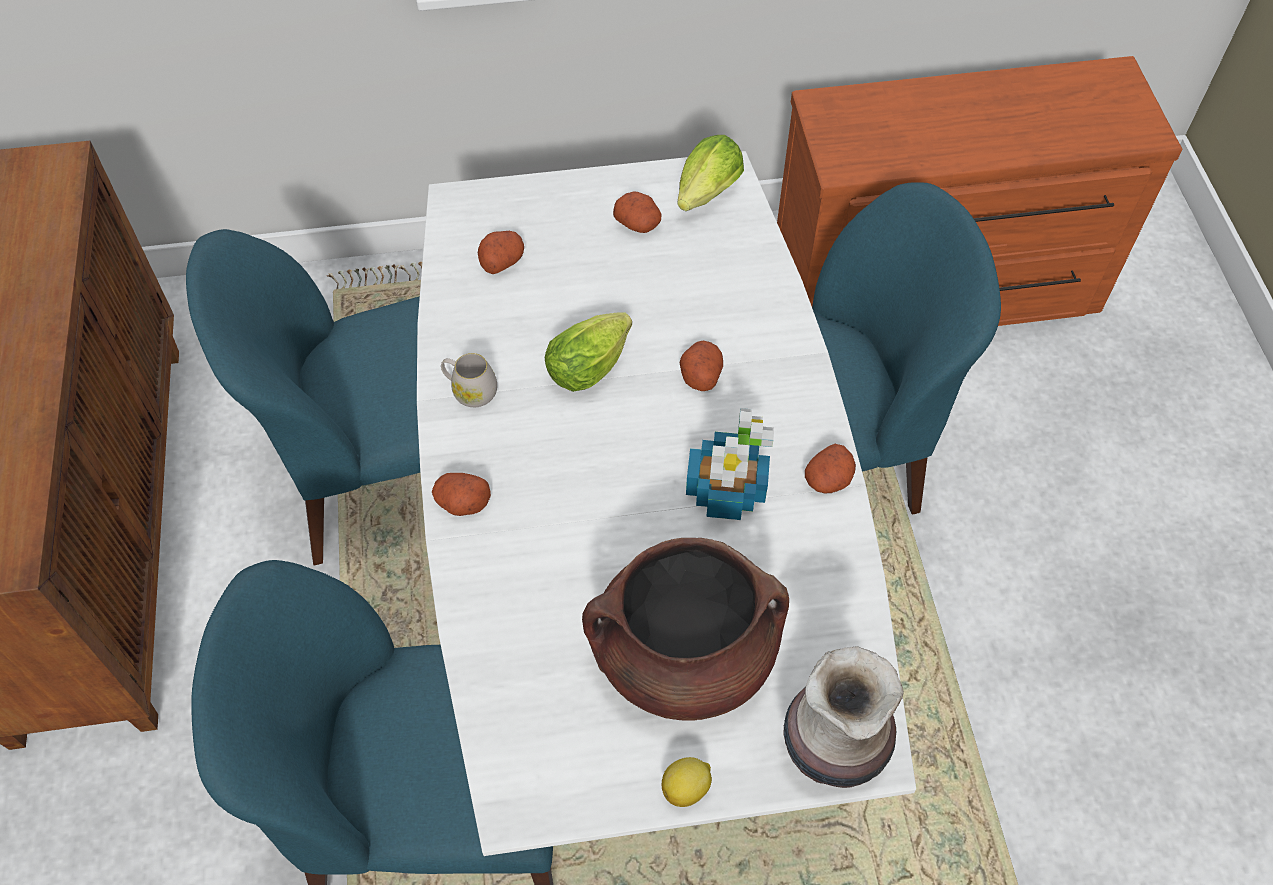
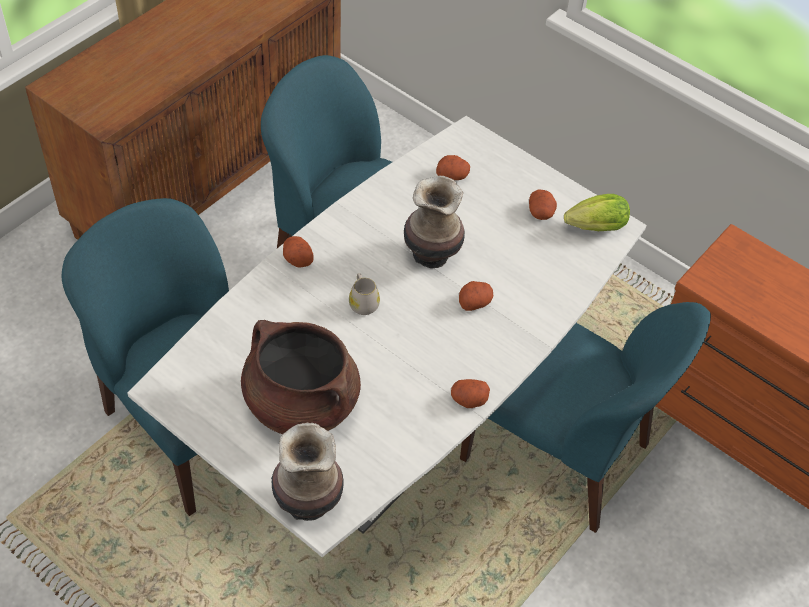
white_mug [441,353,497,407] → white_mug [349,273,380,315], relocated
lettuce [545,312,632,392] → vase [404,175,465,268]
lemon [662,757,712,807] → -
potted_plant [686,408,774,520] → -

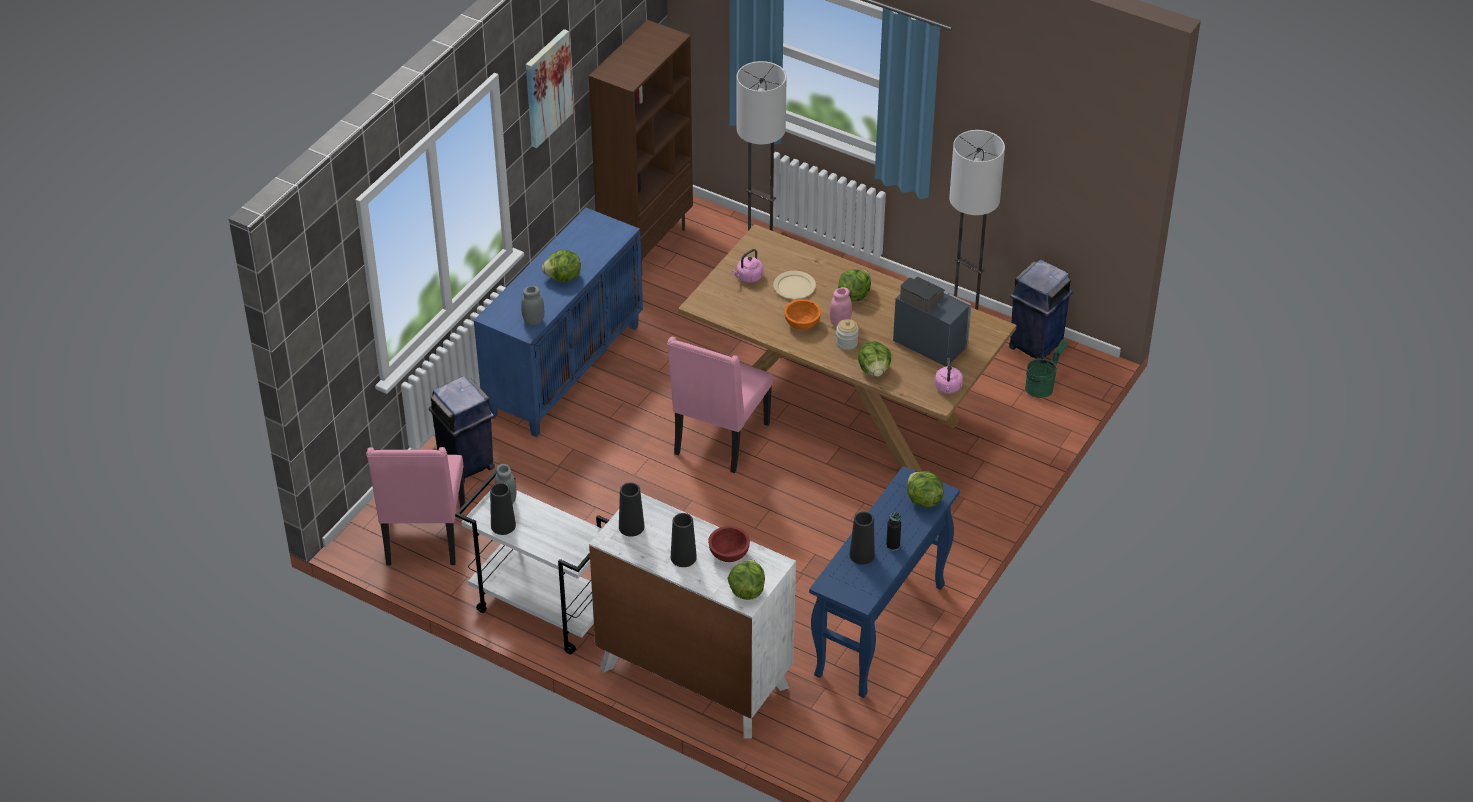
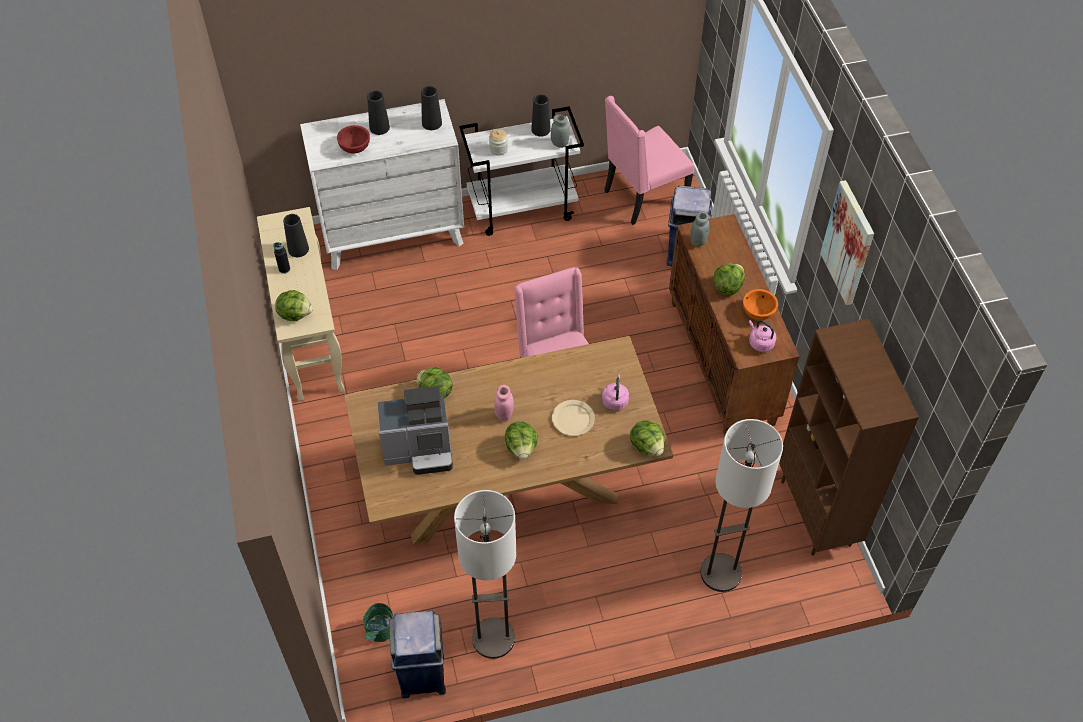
pink_chair [366,447,465,565] → pink_chair [604,96,695,225], 75 degrees counterclockwise
blue_cabinet [474,207,643,437] → brown_cabinet [669,214,800,435]
lettuce [727,560,765,600] → lettuce [630,420,665,456], relocated
orange_bowl [784,299,821,330] → orange_bowl [743,289,778,320], relocated
blue_console_table [809,466,960,698] → beige_console_table [257,207,345,401]
jar [836,319,859,350] → jar [489,129,508,156], relocated
pink_kettle [935,358,963,394] → pink_kettle [749,320,776,352], relocated

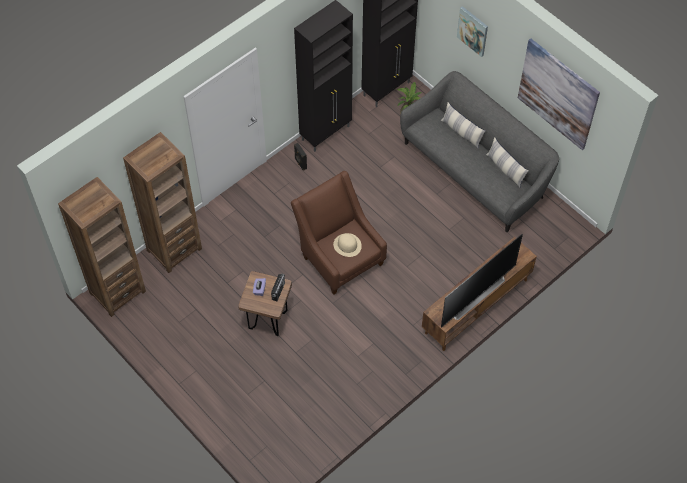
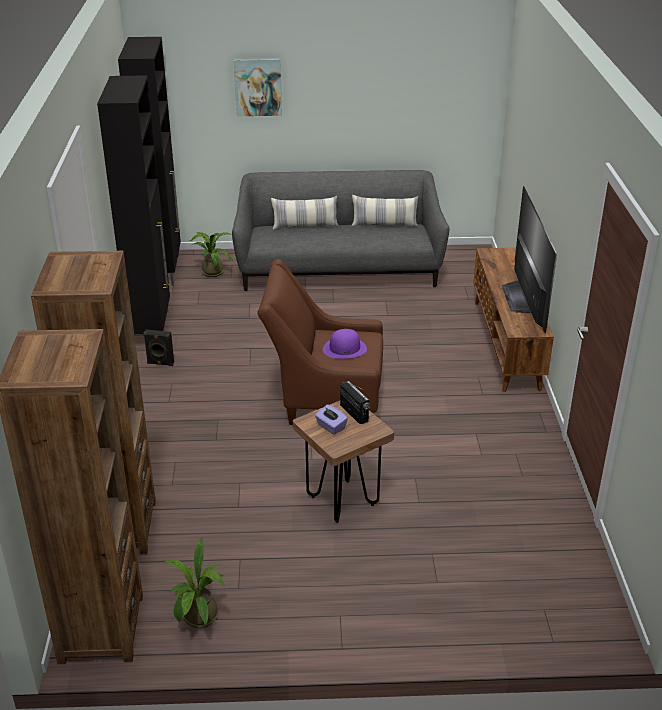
beige_hat [333,233,362,257] → purple_hat [323,329,367,359]
picture [518,39,600,150] → -
- → potted_plant [164,538,225,628]

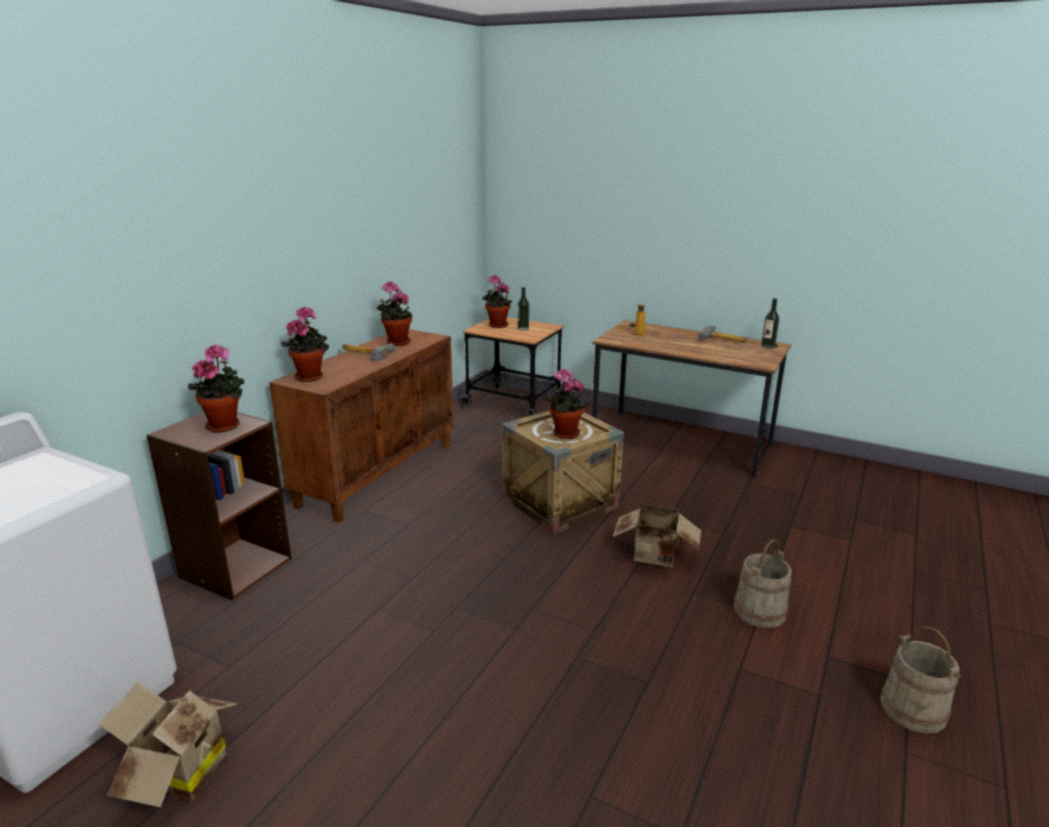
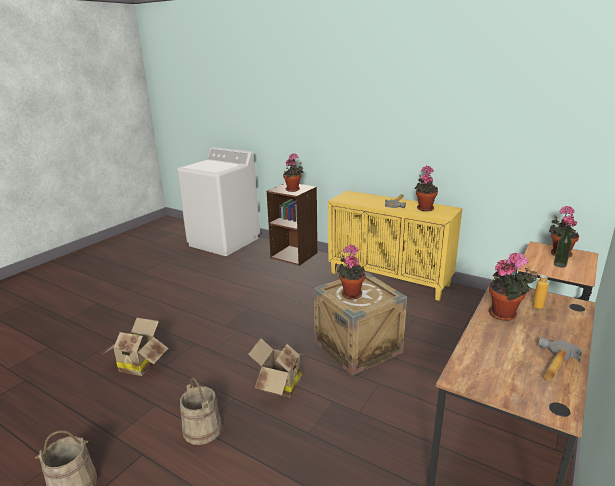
cardboard_box [98,682,238,807] → cardboard_box [102,318,168,376], relocated
brown_cabinet [269,329,454,523] → yellow_cabinet [328,191,462,301]
potted_plant [281,306,329,382] → potted_plant [489,253,534,321], relocated
bottle [761,298,779,349] → -

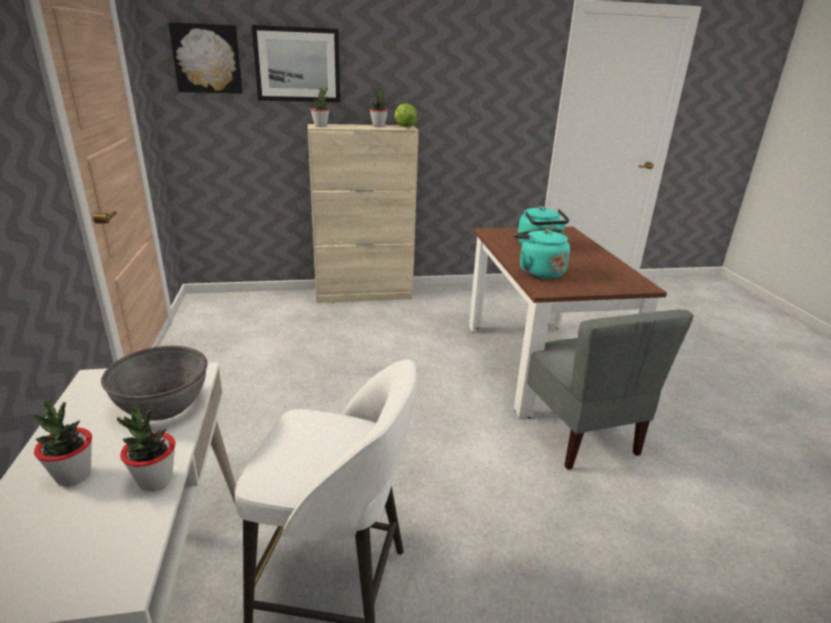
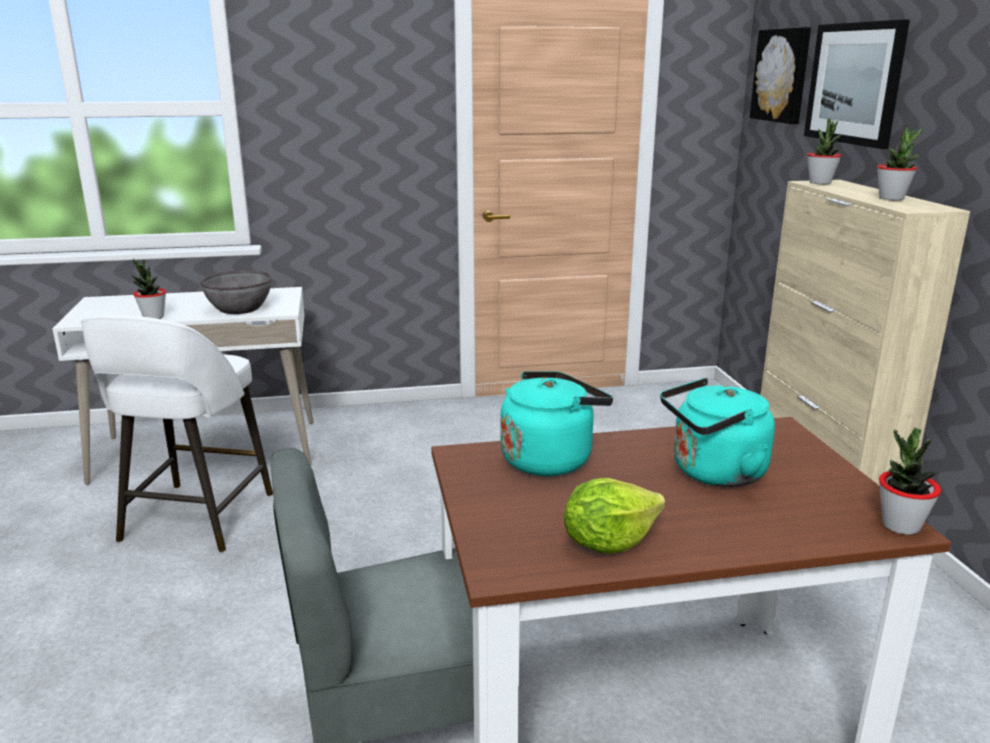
potted_plant [34,400,92,487] → potted_plant [879,428,941,535], relocated
lettuce [394,103,417,127] → lettuce [564,478,665,553], relocated

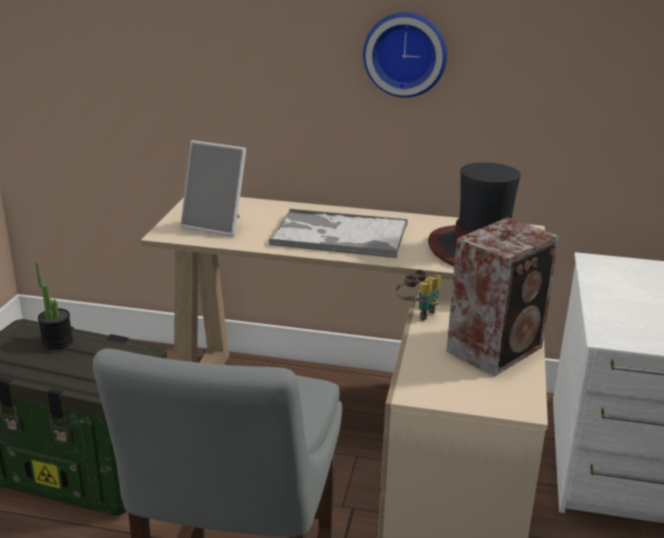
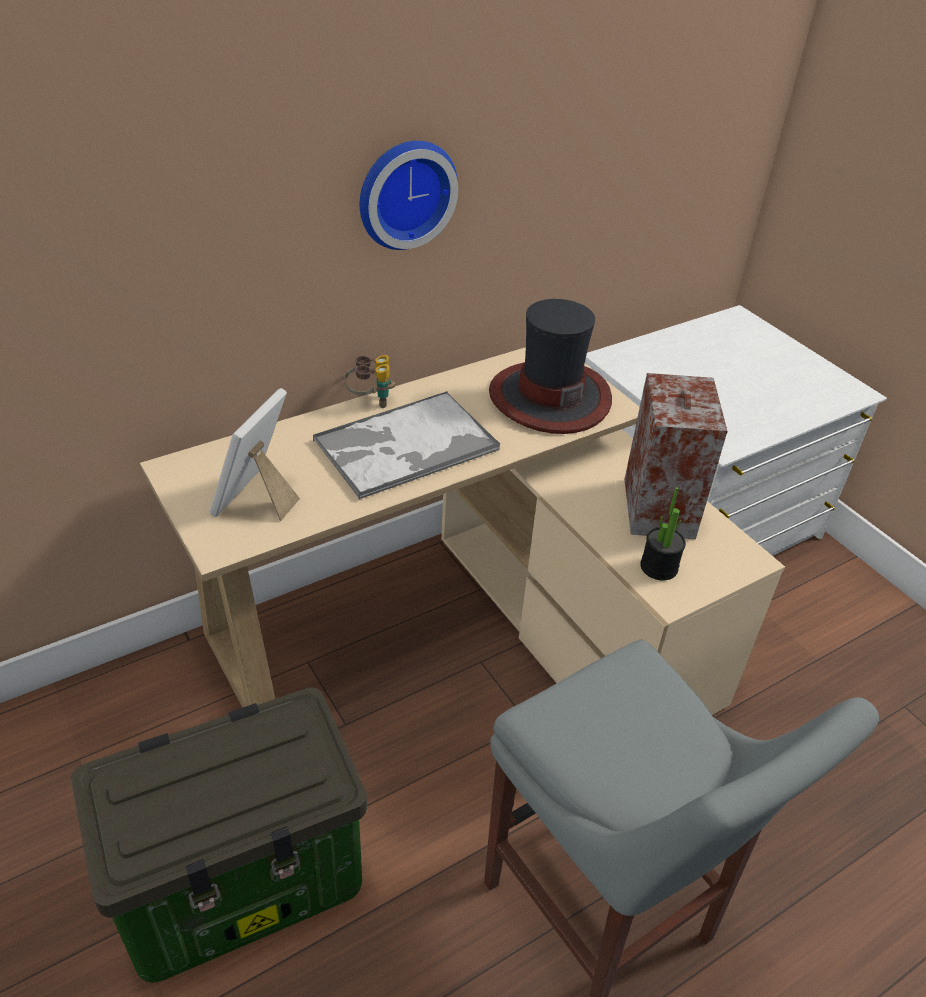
potted_plant [35,262,73,349] → potted_plant [640,487,686,581], relocated
picture_frame [180,140,246,237] → picture_frame [210,388,300,521], 135 degrees clockwise
binoculars [396,270,441,321] → binoculars [344,355,395,408], relocated

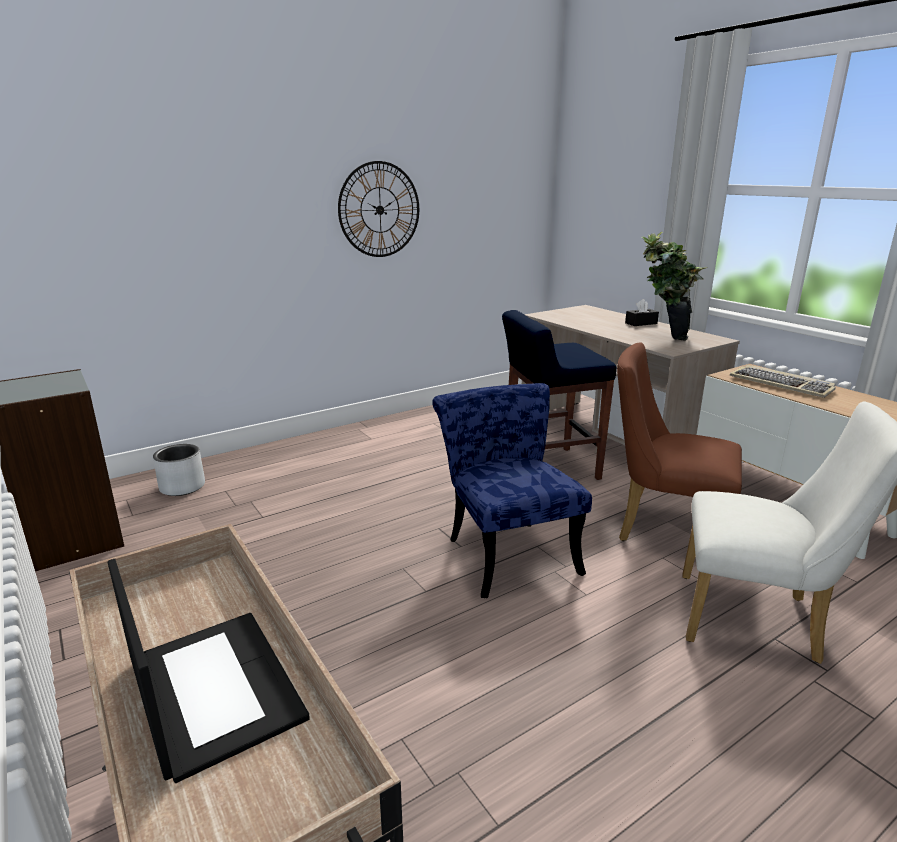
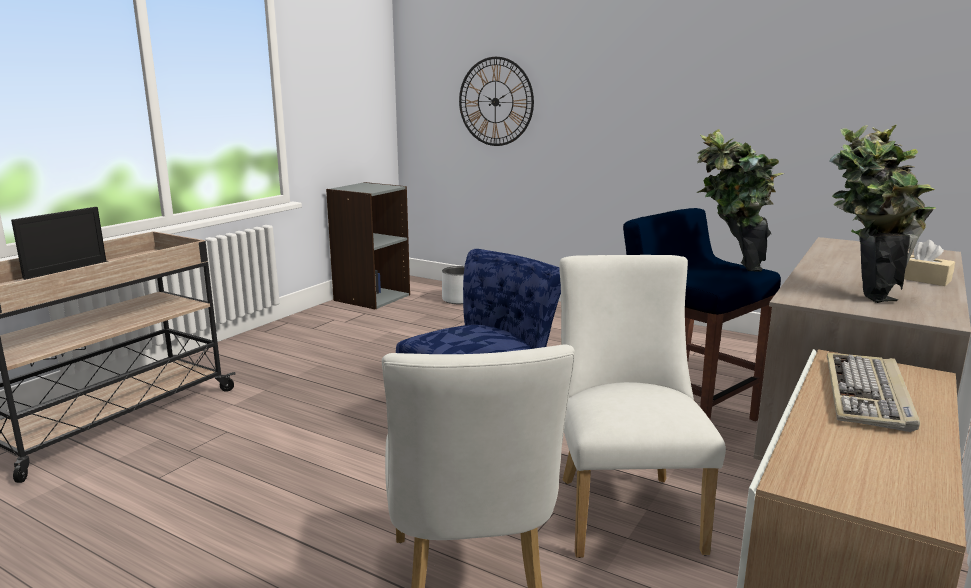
wall_clock [338,161,419,257] → wall_clock [459,57,534,146], relocated
brown_chair [617,342,742,541] → white_chair [559,255,726,558]
black_tissue_box [625,299,659,326] → beige_tissue_box [904,240,955,286]
- → potted_plant [697,129,784,271]

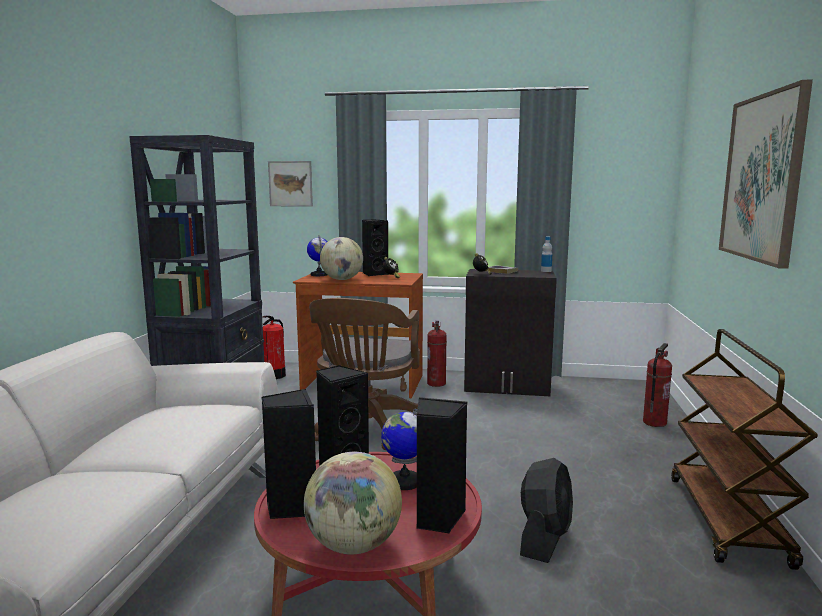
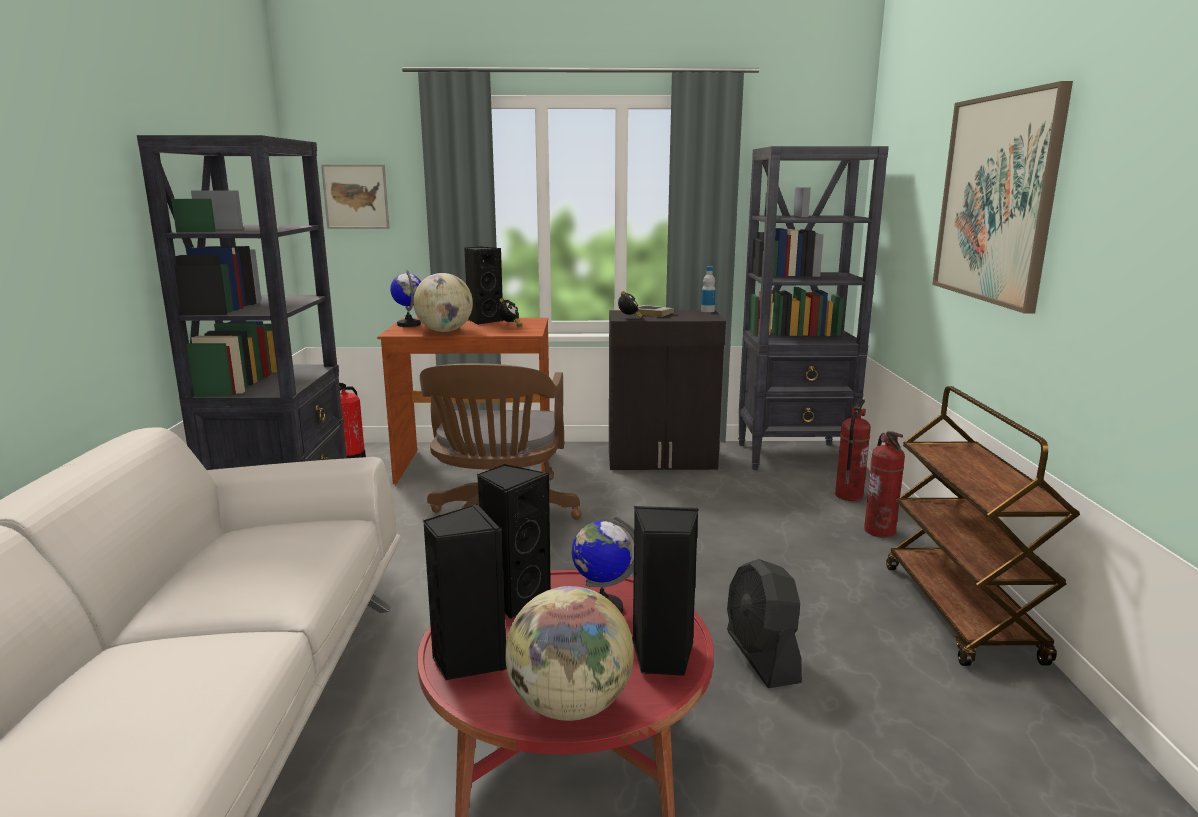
fire_extinguisher [427,321,447,387] → fire_extinguisher [864,431,905,537], relocated
black_fan [520,458,573,563] → black_fan [727,559,802,688], 150 degrees clockwise
- → black_bookcase [738,146,889,470]

